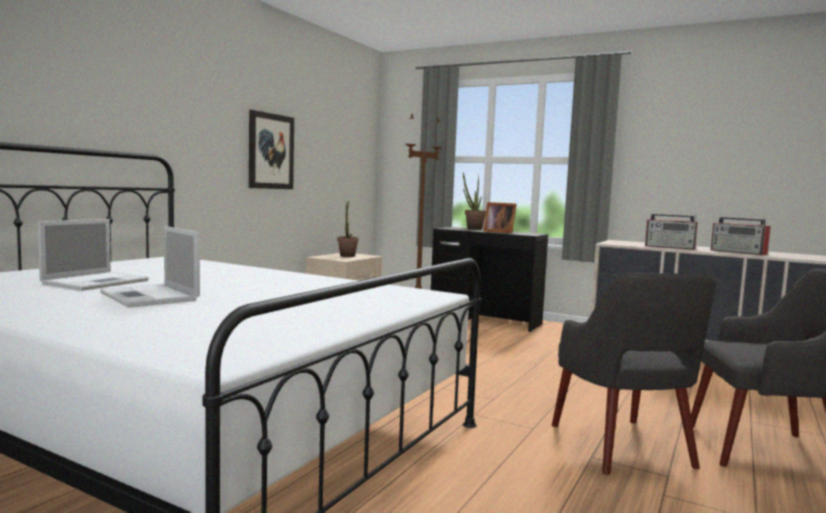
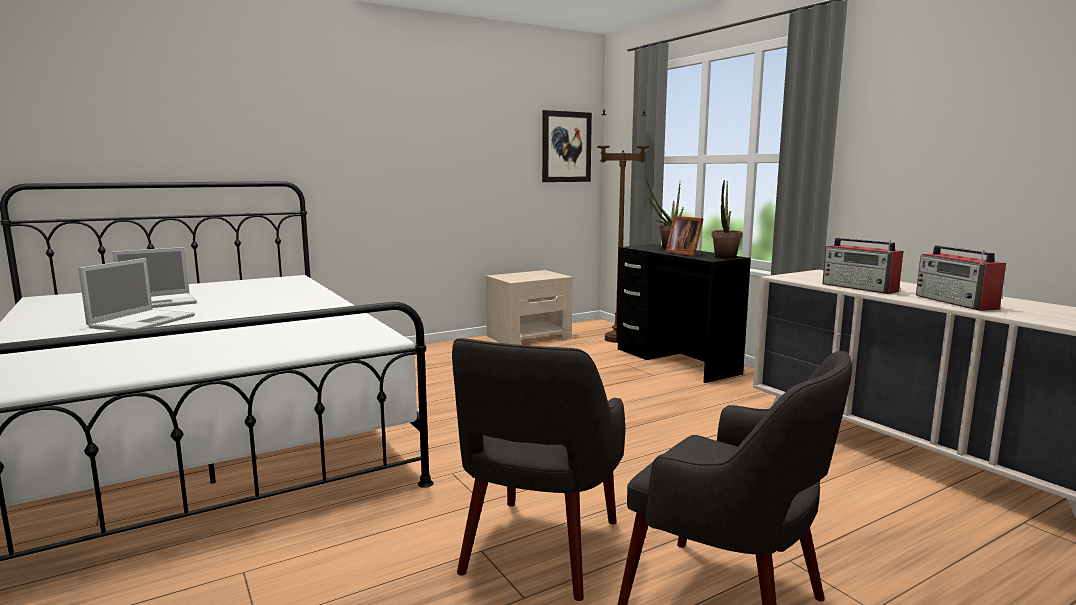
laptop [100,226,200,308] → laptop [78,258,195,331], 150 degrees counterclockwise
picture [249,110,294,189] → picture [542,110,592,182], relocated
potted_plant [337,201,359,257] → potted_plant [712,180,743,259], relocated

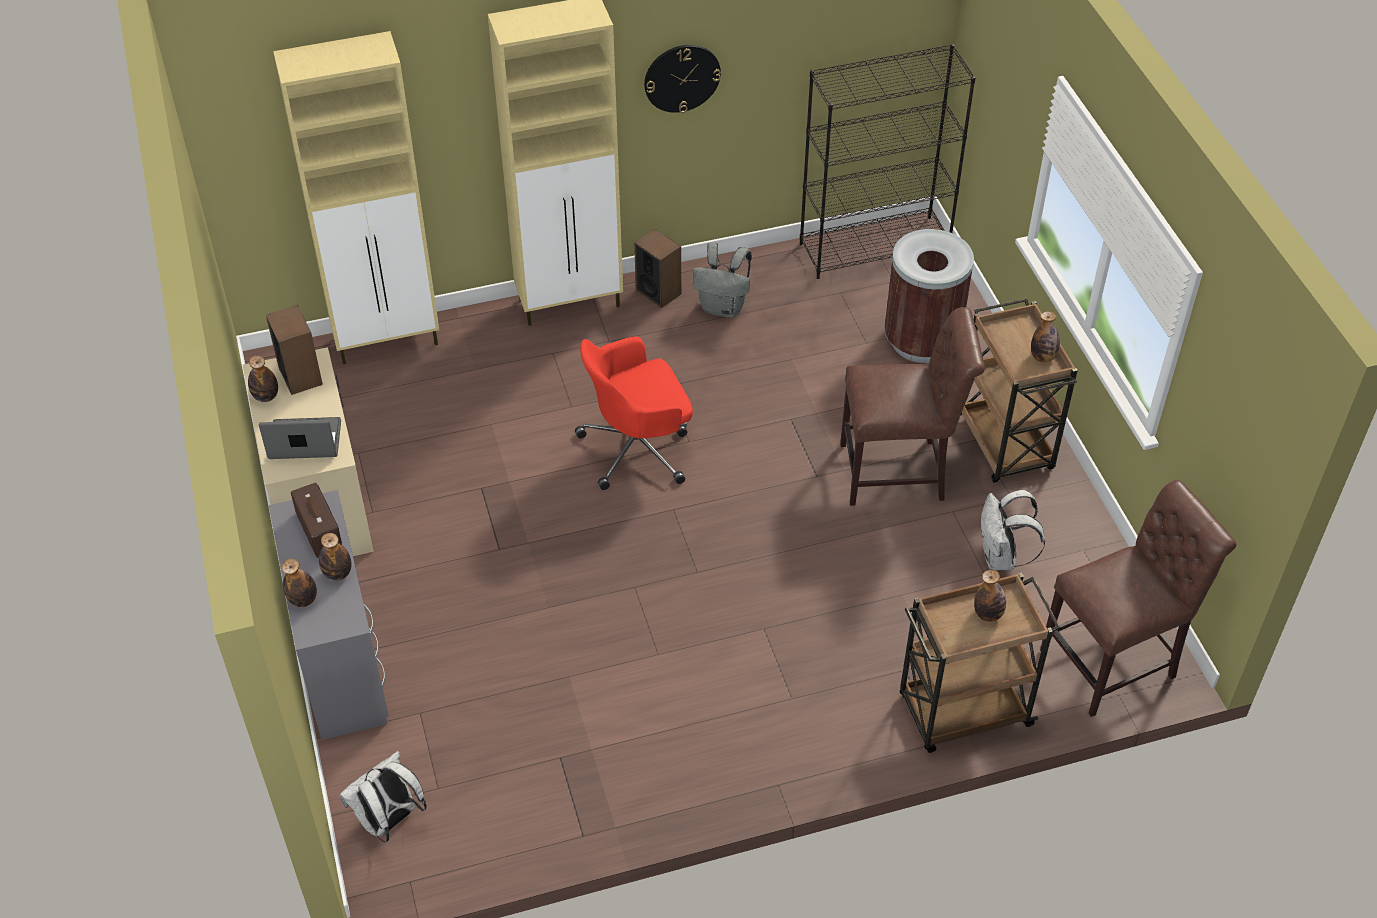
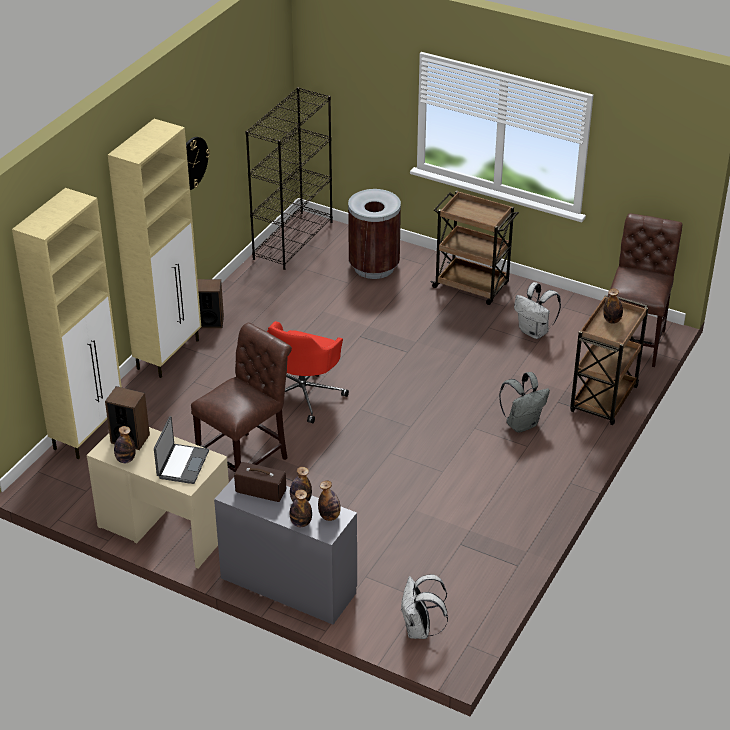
laptop [259,417,341,459] → laptop [154,416,209,484], 150 degrees clockwise
grey_backpack [693,242,752,318] → grey_backpack [499,372,550,433], relocated
brown_chair [840,307,985,506] → brown_chair [191,323,292,472], relocated
bottle [1031,311,1060,363] → bottle [318,481,341,521], relocated

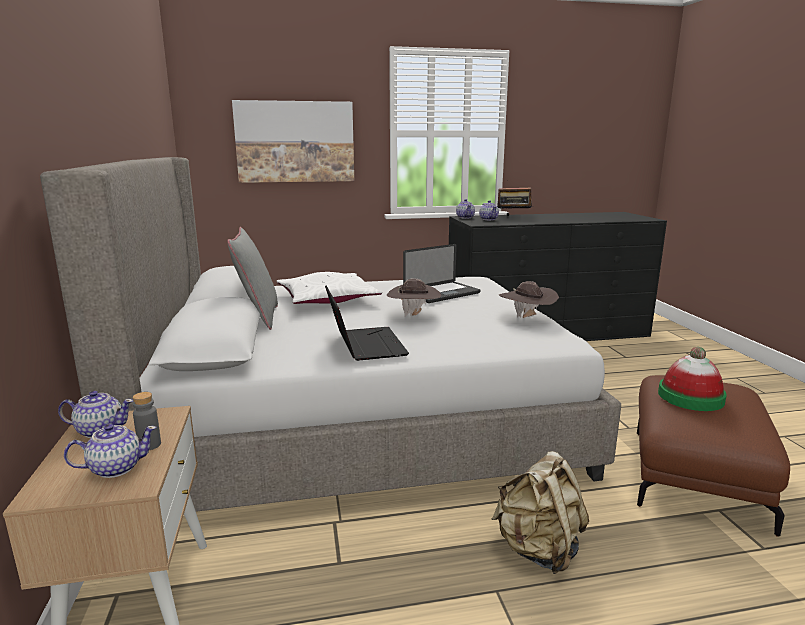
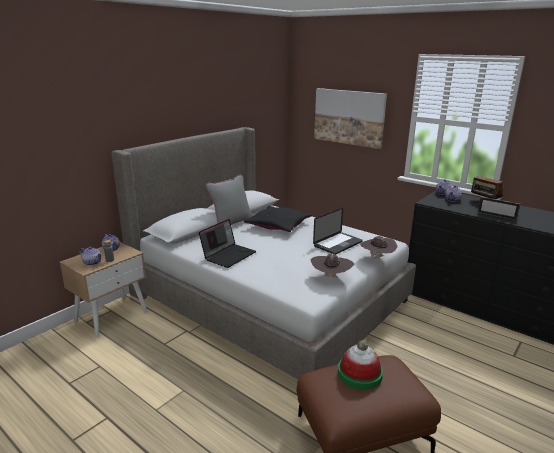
white_pillow [277,272,382,304] → black_pillow [244,206,312,232]
brown_hat [387,279,441,317] → brown_hat [360,236,398,259], relocated
laptop [403,244,480,303] → laptop [313,208,363,254], 60 degrees counterclockwise
beige_backpack [492,451,589,574] → -
- → picture_frame [477,197,520,220]

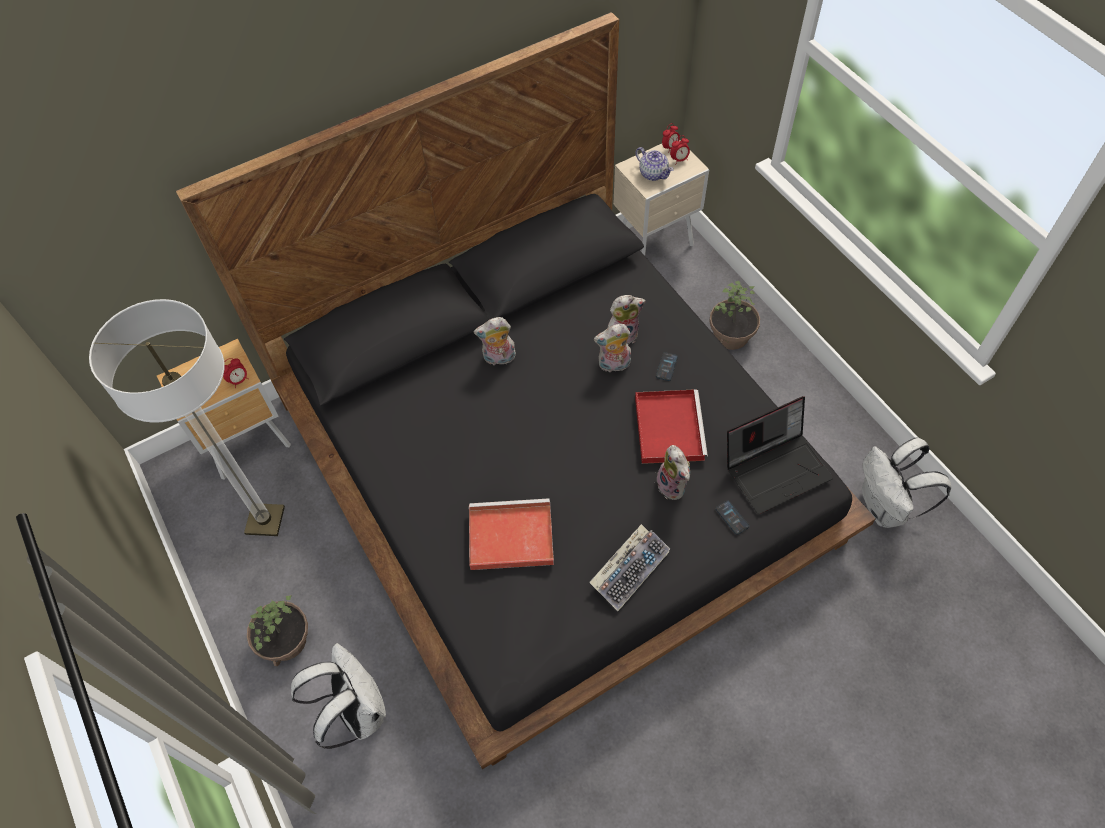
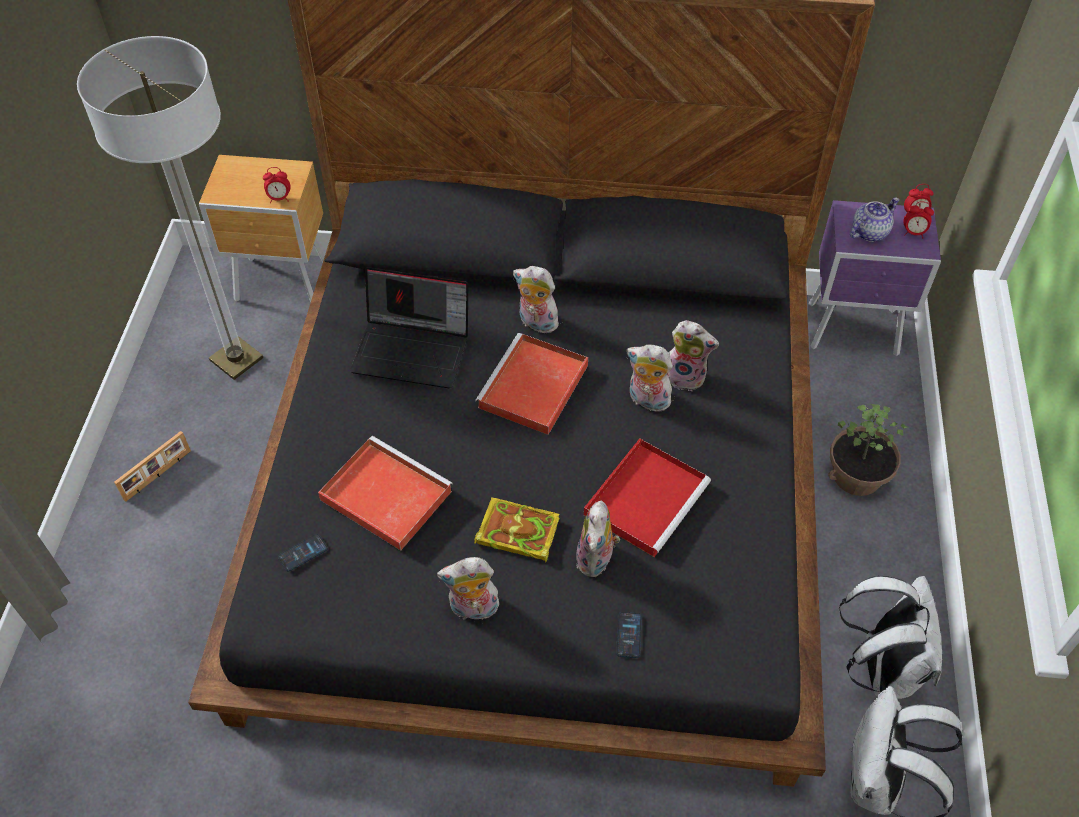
potted_plant [247,595,308,666] → picture_frame [114,431,191,502]
white_backpack [291,643,386,749] → white_backpack [839,576,942,699], relocated
keyboard [589,524,670,611] → plush_toy [437,557,500,620]
beige_nightstand [613,144,709,256] → purple_nightstand [809,200,941,356]
teapot [636,147,674,181] → teapot [850,198,900,242], 120 degrees counterclockwise
phone [656,352,678,381] → phone [278,534,328,572], relocated
laptop [727,396,833,514] → laptop [350,267,468,388], relocated
- → book [474,497,560,562]
- → red_tray [475,333,588,435]

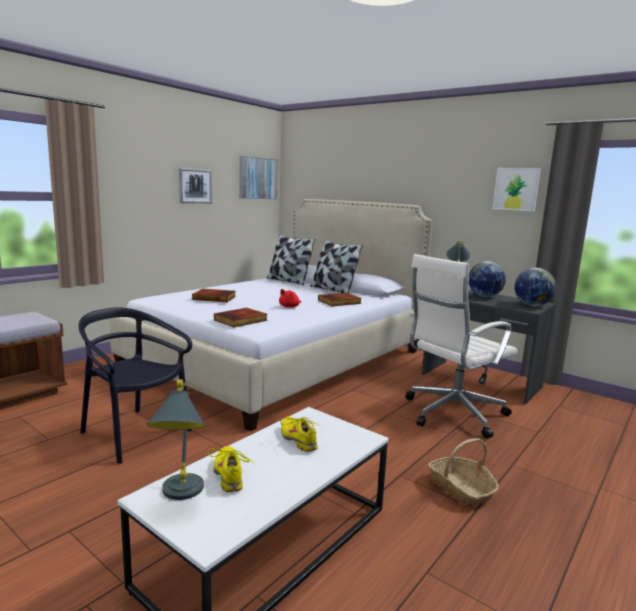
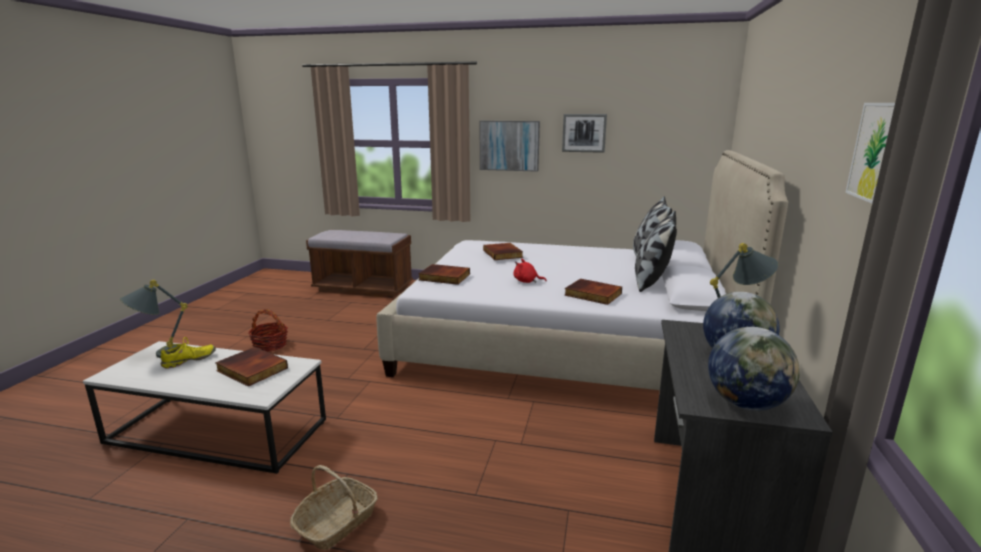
black_chair [78,307,192,464] → -
picture [239,156,278,199] → picture [480,121,540,172], relocated
yellow_shoe [280,417,322,452] → book [215,347,288,386]
white_office_chair [405,254,517,439] → -
- → basket [248,309,288,352]

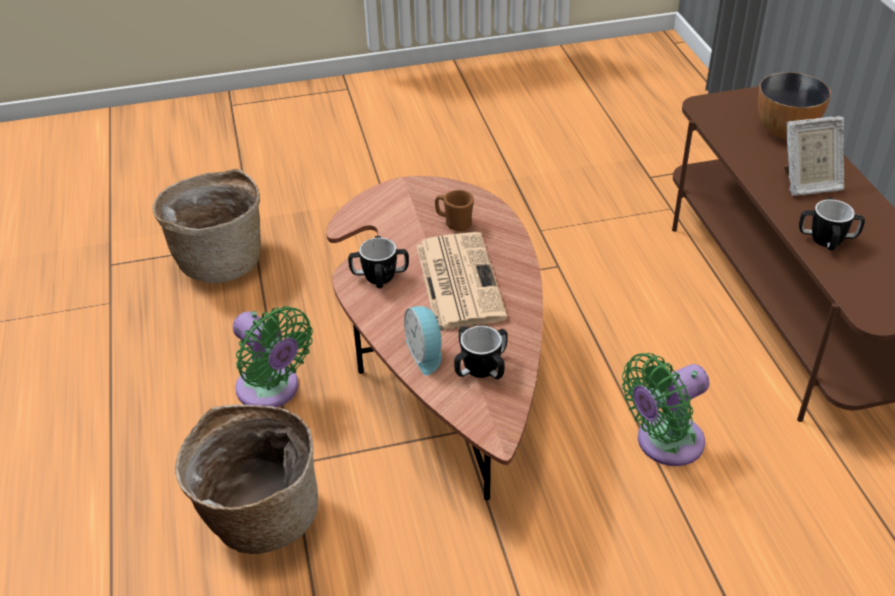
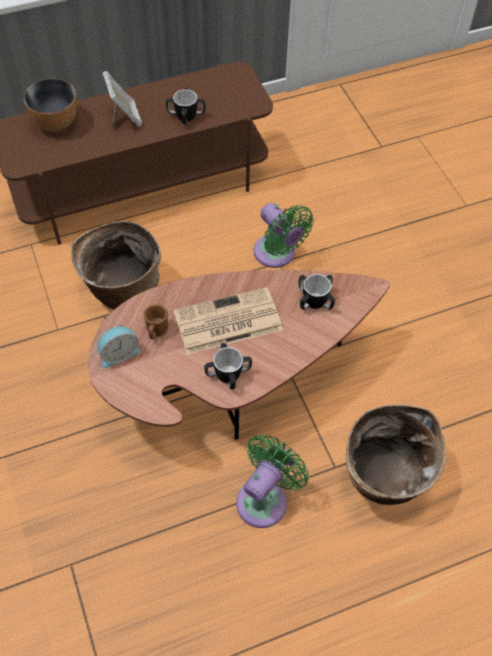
basket [152,169,261,283] → basket [71,221,161,310], relocated
alarm_clock [404,306,445,375] → alarm_clock [98,325,140,368], relocated

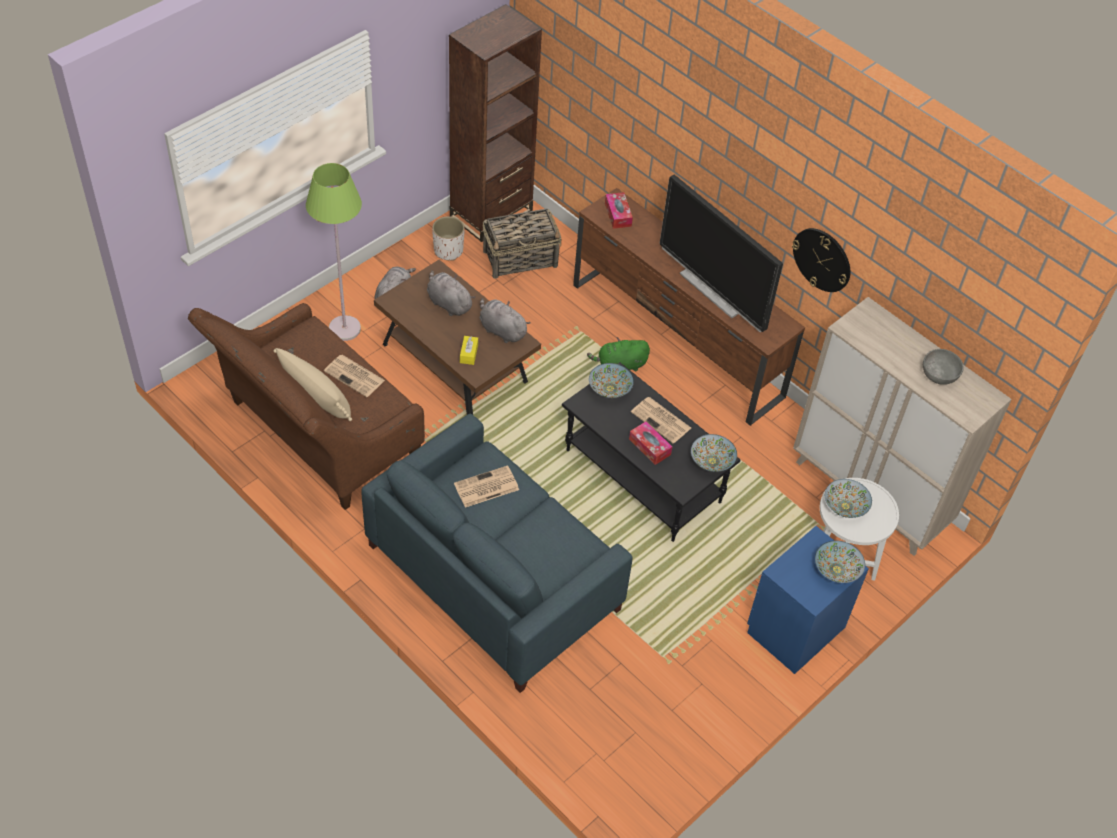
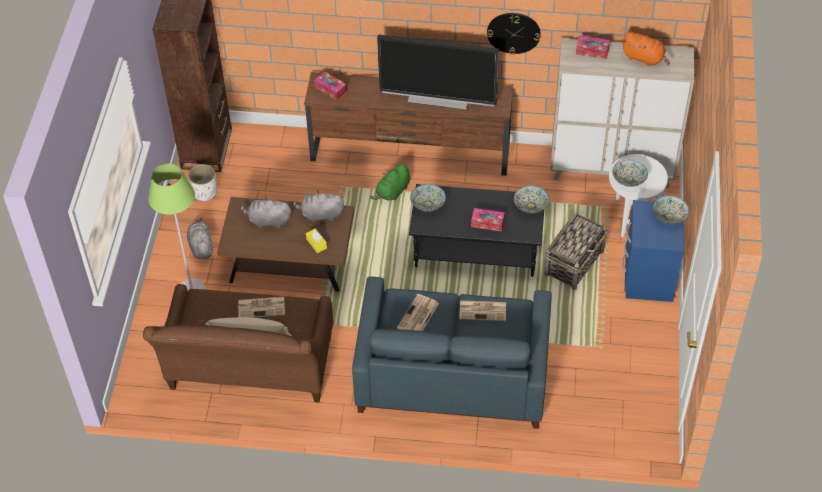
basket [483,209,561,279] → basket [544,213,608,290], relocated
newspaper [631,397,691,444] → newspaper [459,300,506,321], relocated
grey_bowl [923,349,964,385] → orange_plush_toy [622,32,670,66]
- → tissue_box [576,35,610,59]

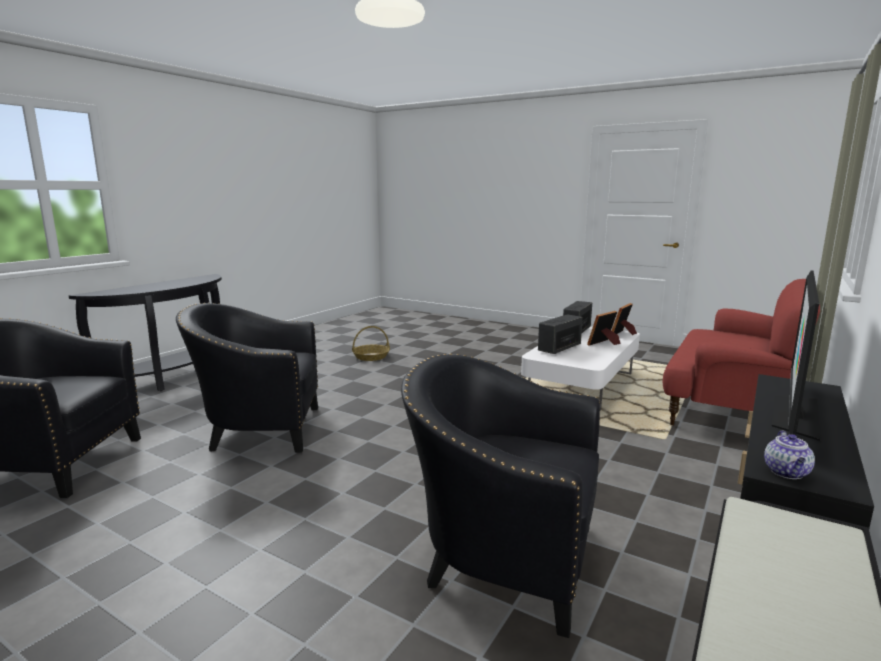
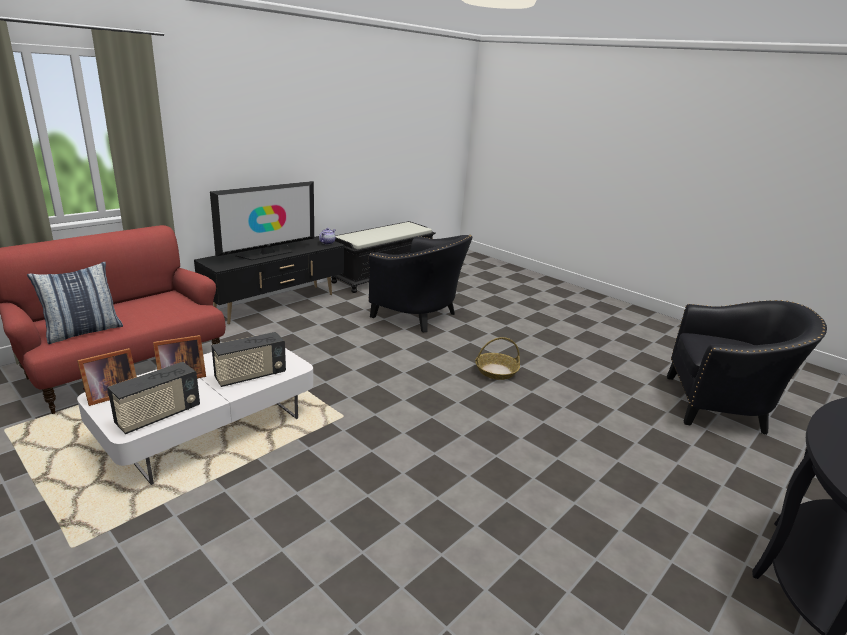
black_armchair [176,303,318,453] → -
basket [352,326,390,361] → basket [475,337,520,380], relocated
- → pillow [27,262,123,344]

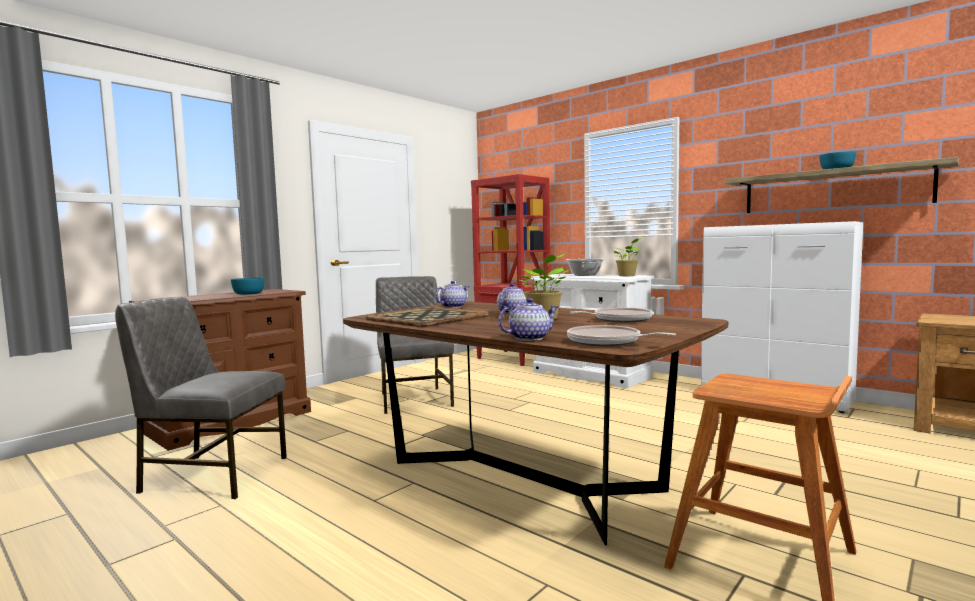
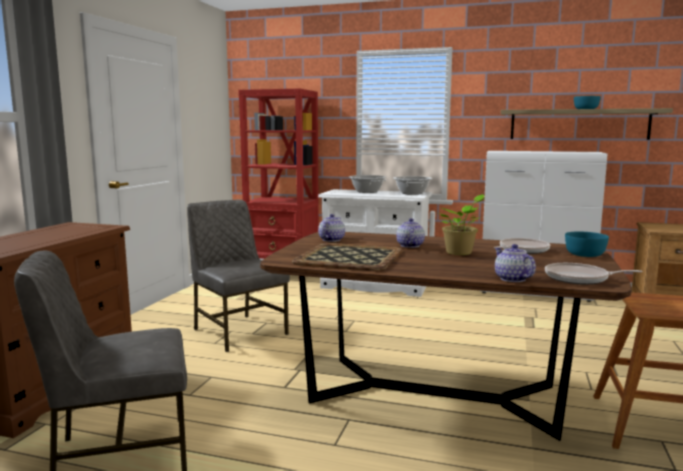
turquoise_bowl [231,278,265,295] → turquoise_bowl [565,232,609,257], relocated
teapot [498,298,558,341] → teapot [495,244,536,282], 60 degrees counterclockwise
potted_plant [613,238,641,276] → cooking_pot [393,176,432,195]

